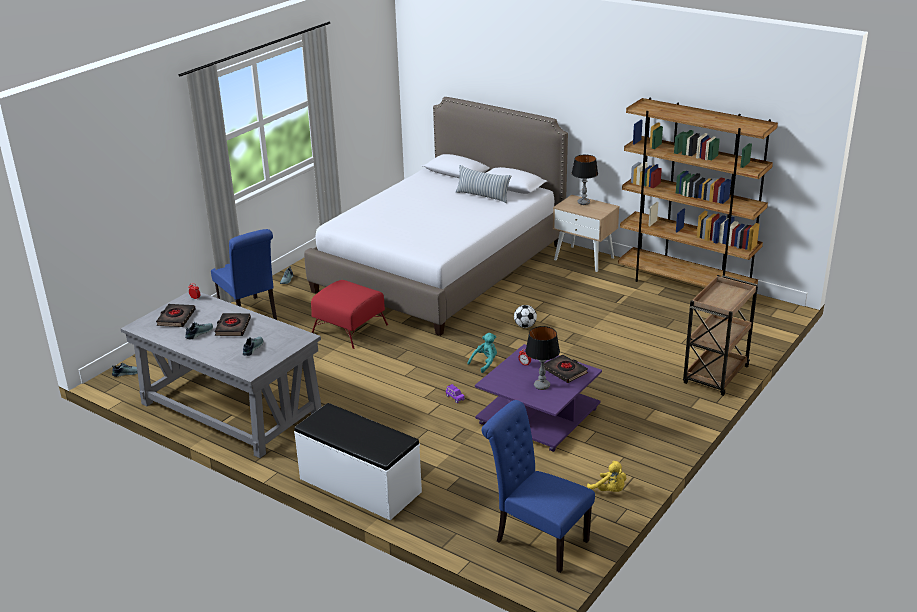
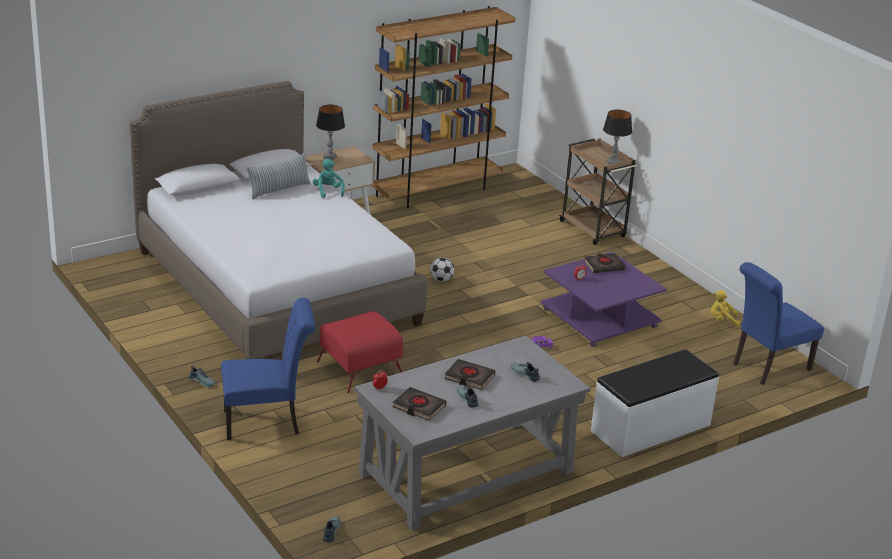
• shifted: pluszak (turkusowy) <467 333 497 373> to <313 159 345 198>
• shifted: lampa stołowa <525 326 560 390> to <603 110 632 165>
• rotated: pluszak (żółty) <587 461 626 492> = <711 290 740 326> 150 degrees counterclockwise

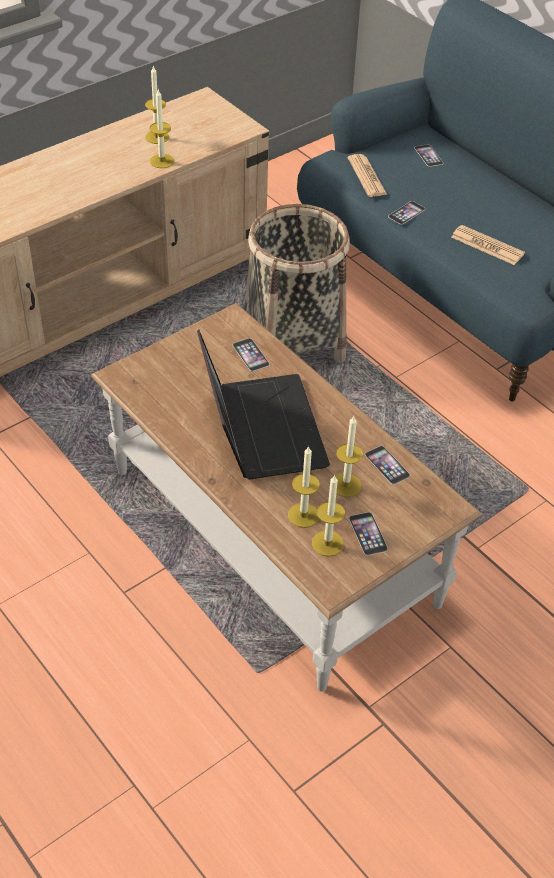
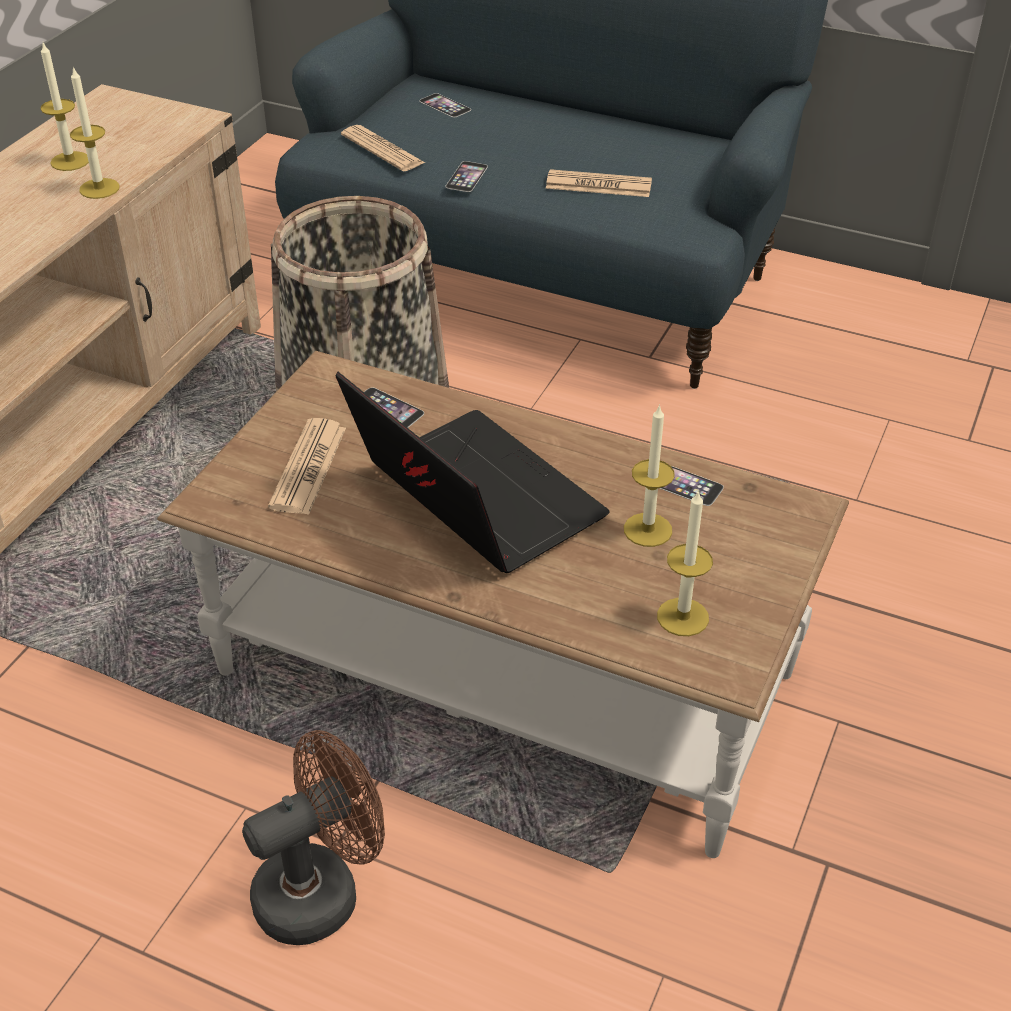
• gone: świeca <288 446 320 528>
• gone: telefon <349 512 388 556>
• new: wentylator (brązowy) <242 730 385 945>
• new: gazeta <268 418 346 515>

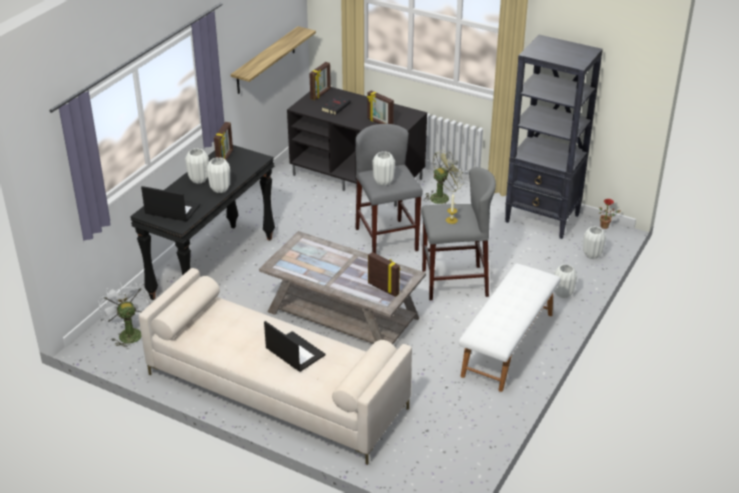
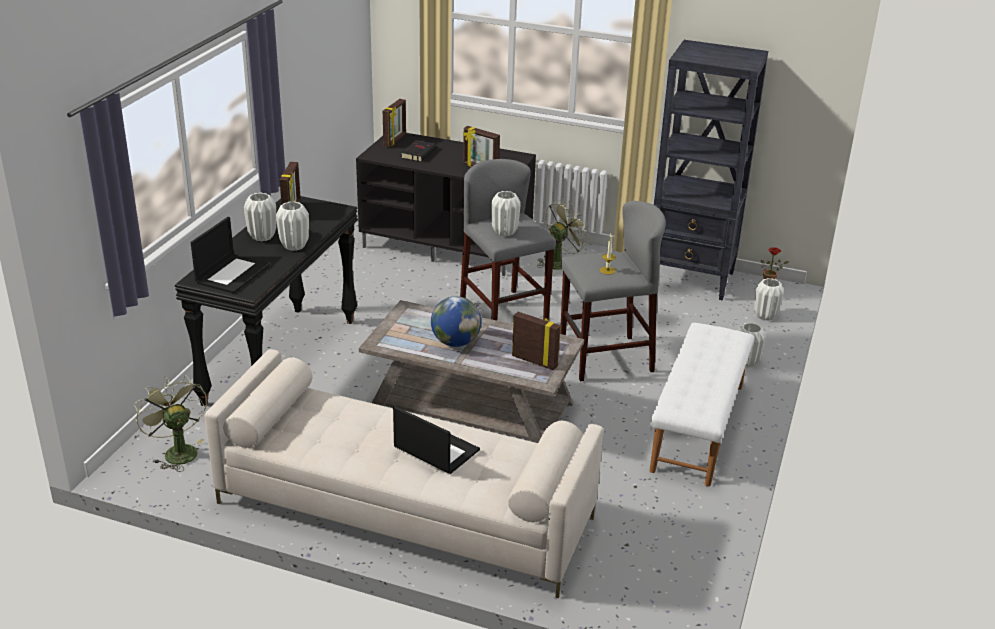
• gone: półka <231 26 316 94>
• new: globus <431 296 481 347>
• repainted: wentylator (biały) <98 282 150 349> to wentylator (zielony) <134 375 207 472>
• rotated: laptop <141 186 200 222> = <191 217 270 294> 105 degrees clockwise

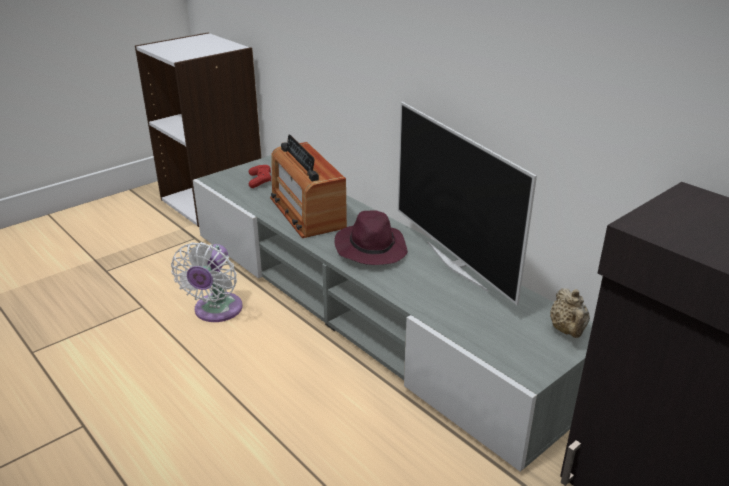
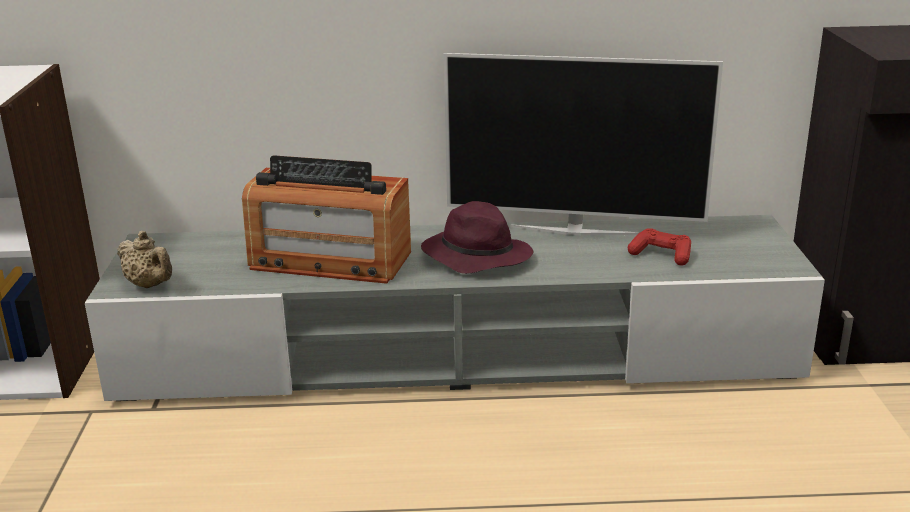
• gone: wentylator (biały) <171 242 242 322>
• shifted: pad do gier (czerwony) <249 165 271 188> to <628 228 691 266>
• shifted: imbryk (beżowy) <550 288 590 338> to <117 231 172 288>

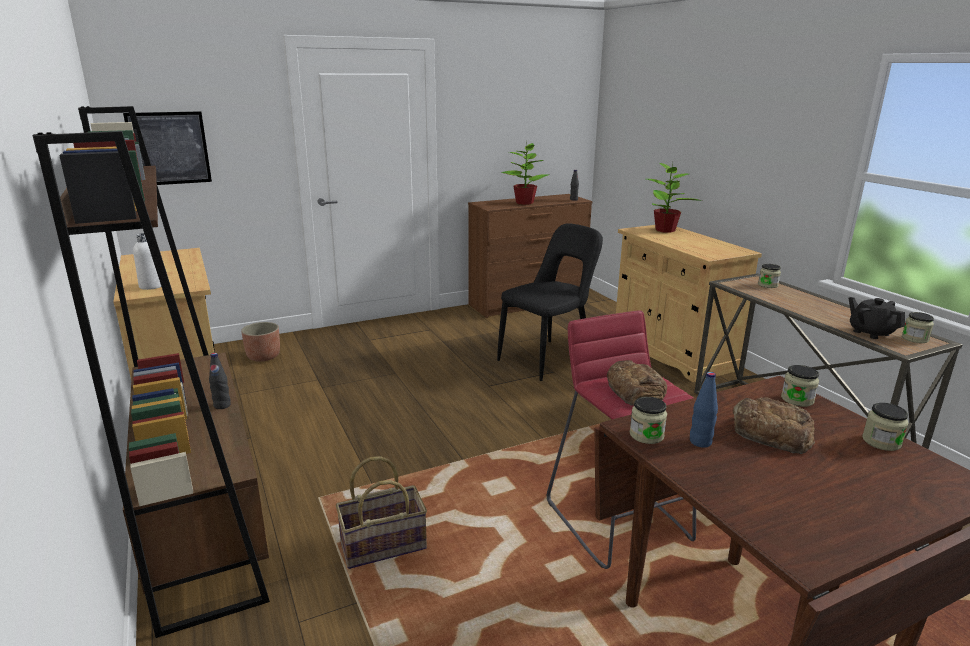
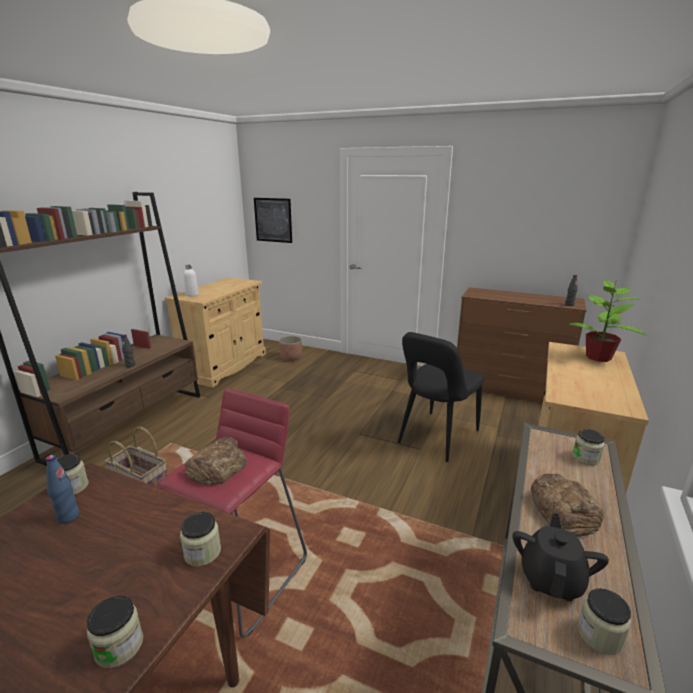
• gone: roślina doniczkowa <501 143 549 205>
• shifted: chleb <733 397 815 454> to <531 474 604 537>
• rotated: krzesło (czarny) <497 223 603 381> = <398 332 485 462> 120 degrees clockwise

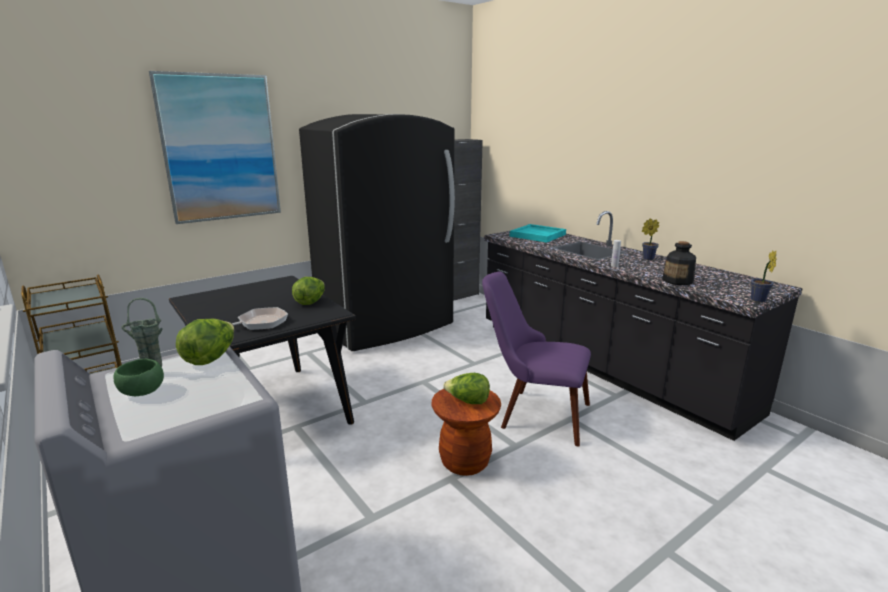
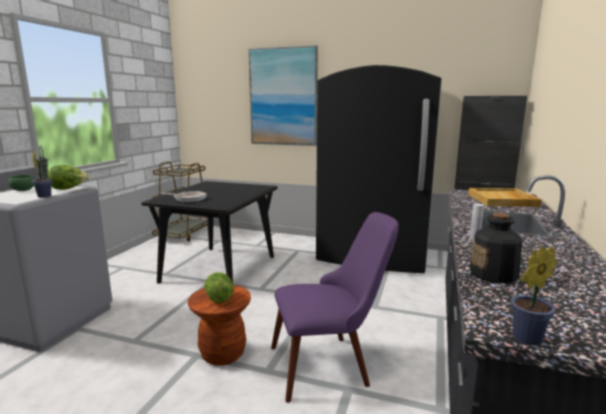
• gone: sałata <292 277 325 305>
• shifted: roślina doniczkowa <642 218 659 260> to <32 152 52 198>
• repainted: taca (turkusowy) <510 224 566 242> to taca (beżowy) <468 188 542 207>
• rotated: krzesło (fioletowy) <482 272 591 446> = <271 212 399 403> 90 degrees clockwise

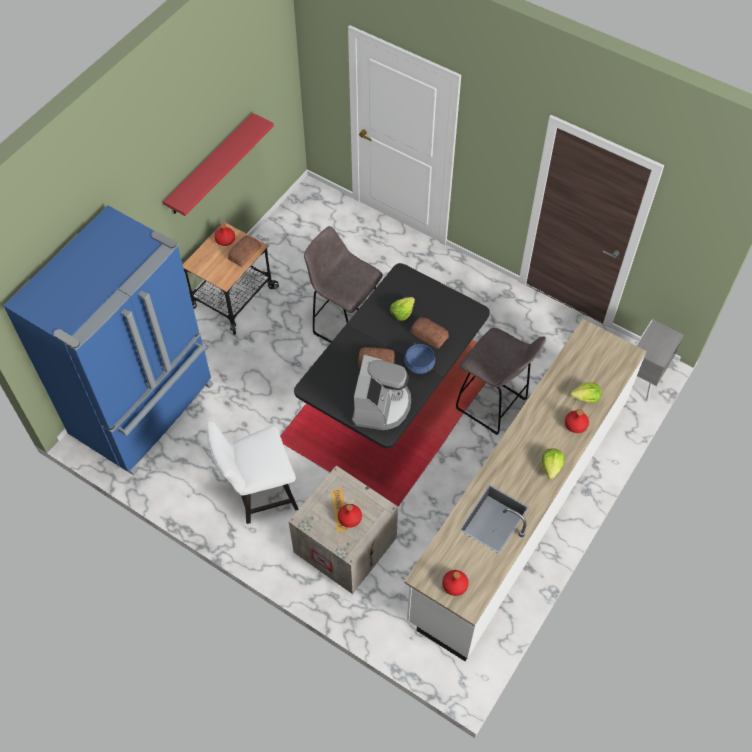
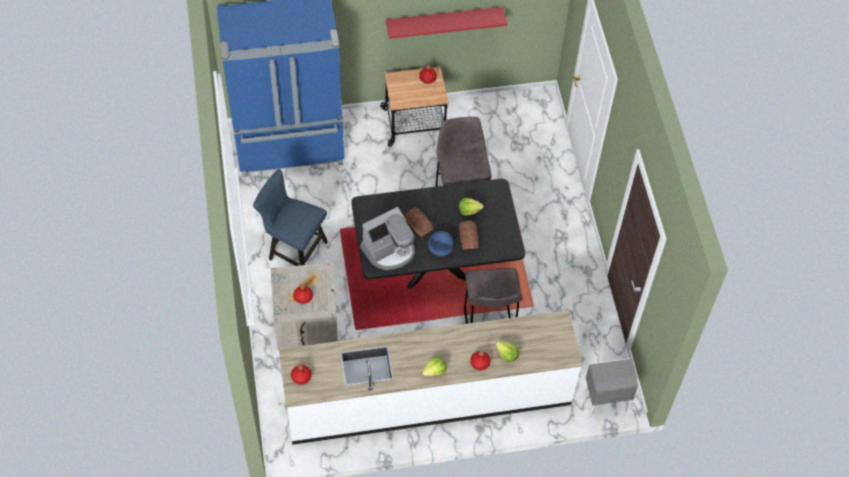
• gone: chleb <228 235 261 267>
• repainted: krzesło (biały) <206 421 299 524> to krzesło (niebieski) <253 169 328 266>

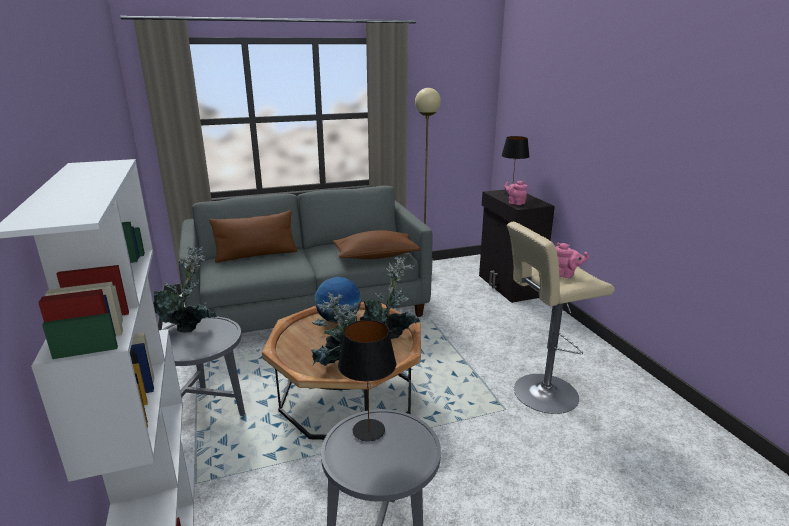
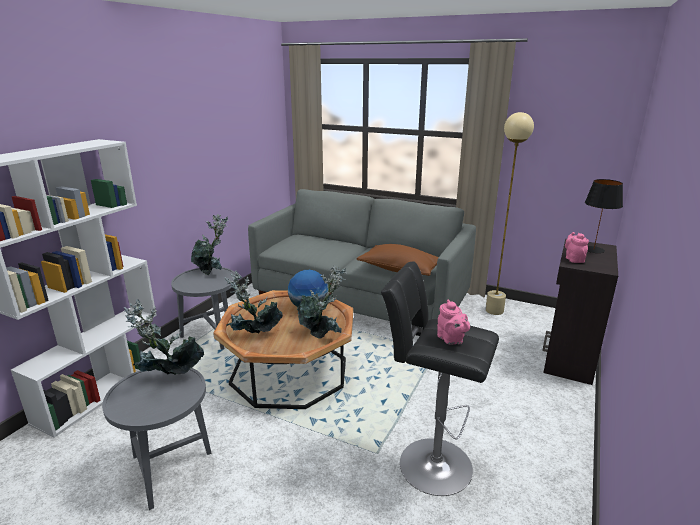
• gone: poduszka (brązowy) <209 210 297 263>
• swapped: lampa stołowa (czarny) <338 320 396 441> to roślina doniczkowa <124 299 204 375>
• repainted: stołek (beżowy) <507 222 615 414> to stołek (czarny) <381 262 499 496>

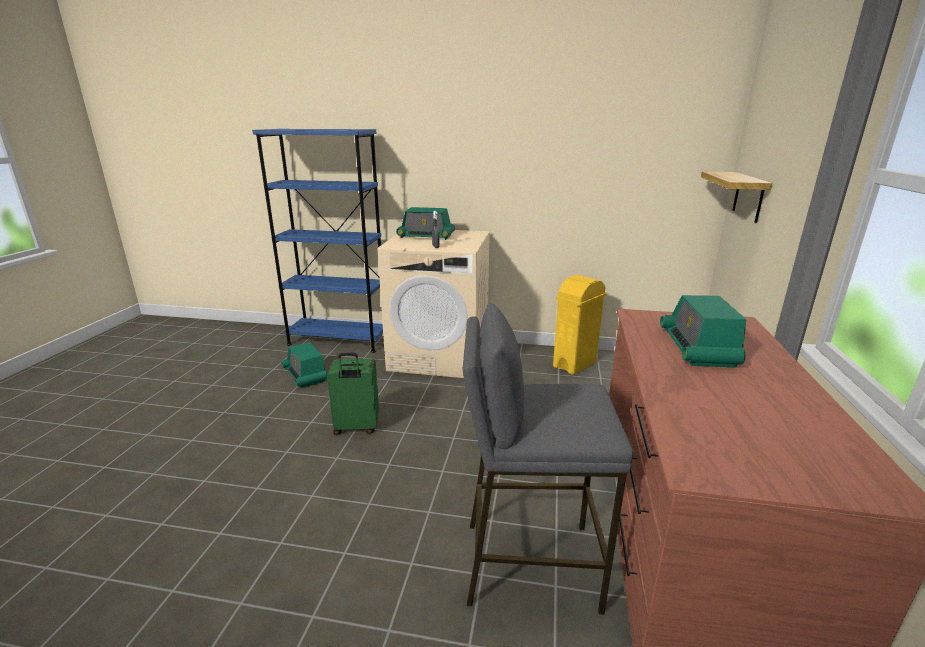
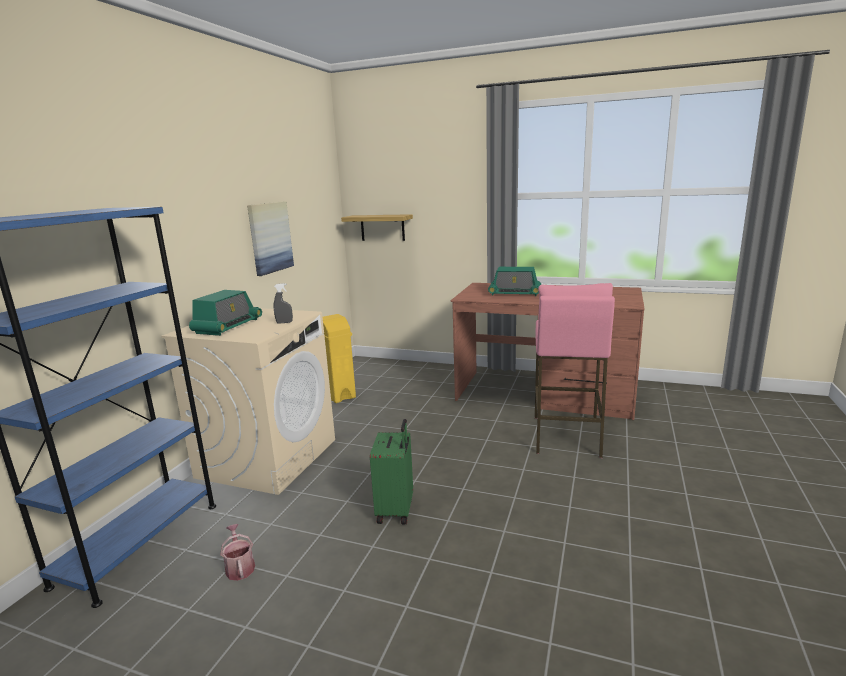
• new: obraz <247 201 294 276>
• swapped: radio <281 342 327 388> to konewka <220 524 255 581>
• repainted: stołek (szary) <463 303 634 615> to stołek (różowy) <535 283 615 458>

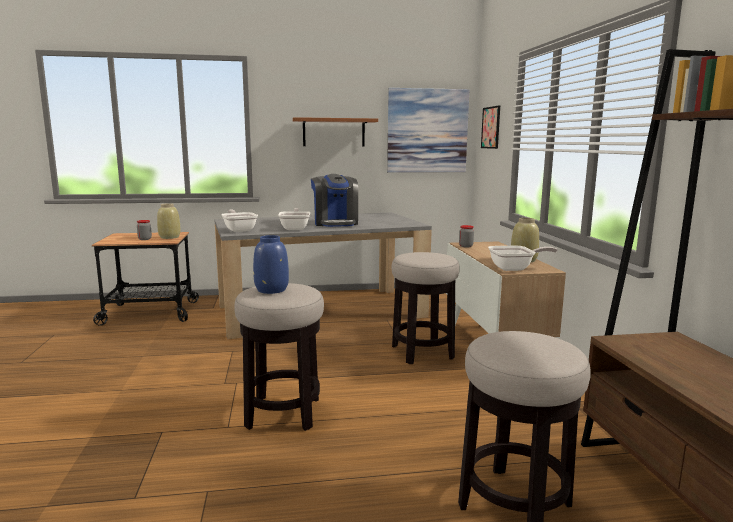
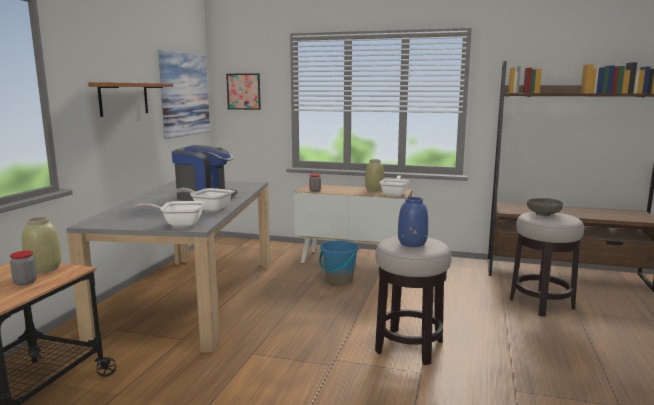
• new: miska (szary) <527 198 563 216>
• swapped: stołek <392 252 460 364> to wiadro (niebieski) <319 240 359 285>

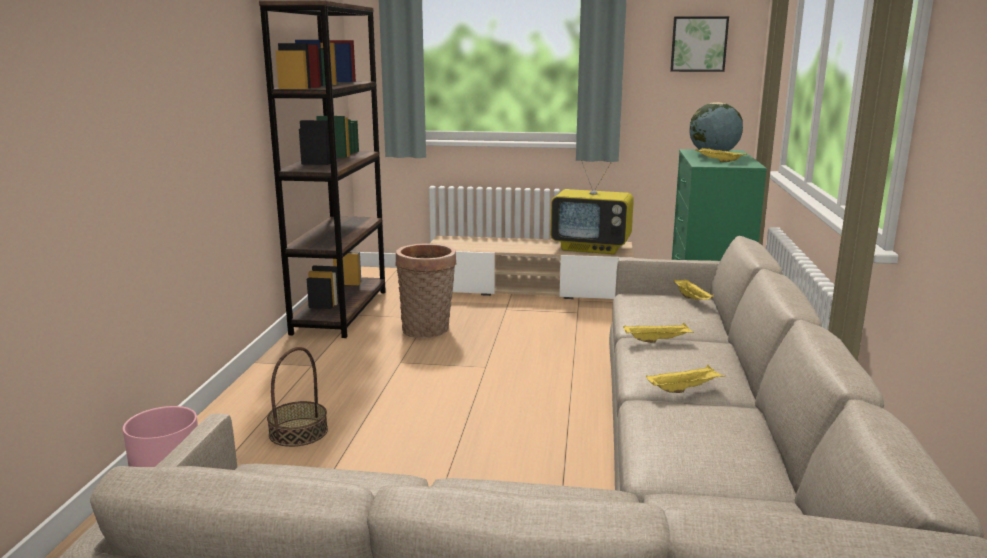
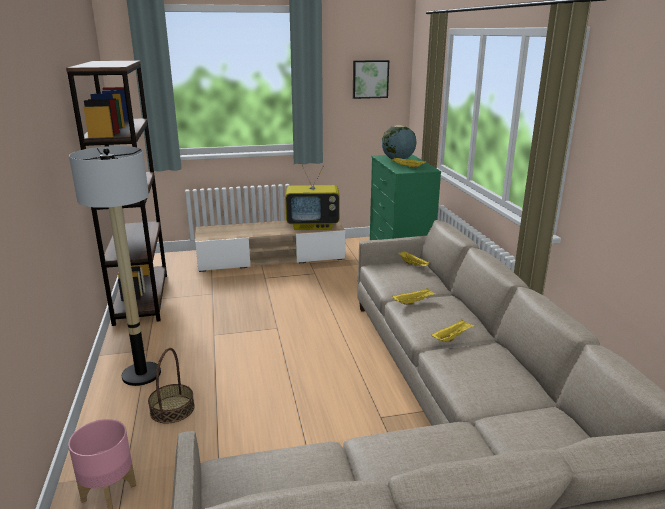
• gone: koszyk <395 243 457 338>
• new: lampa stojąca <69 146 161 386>

